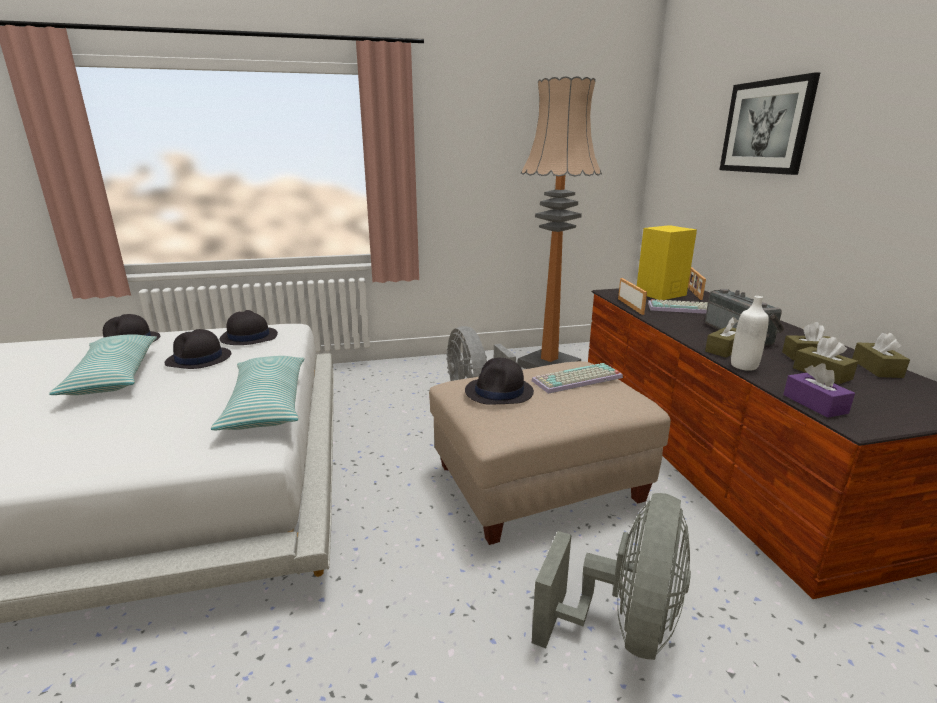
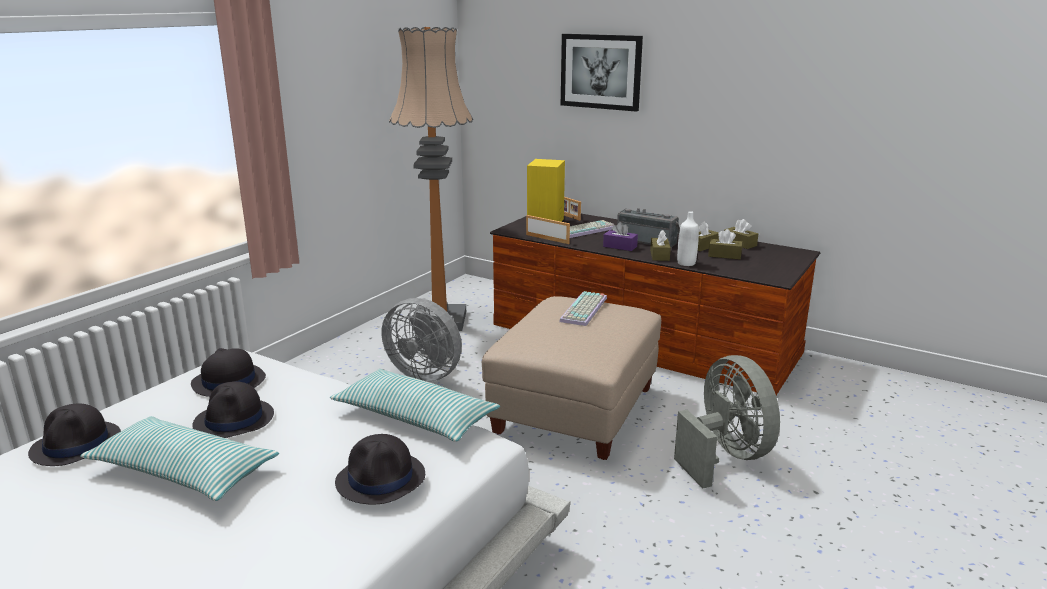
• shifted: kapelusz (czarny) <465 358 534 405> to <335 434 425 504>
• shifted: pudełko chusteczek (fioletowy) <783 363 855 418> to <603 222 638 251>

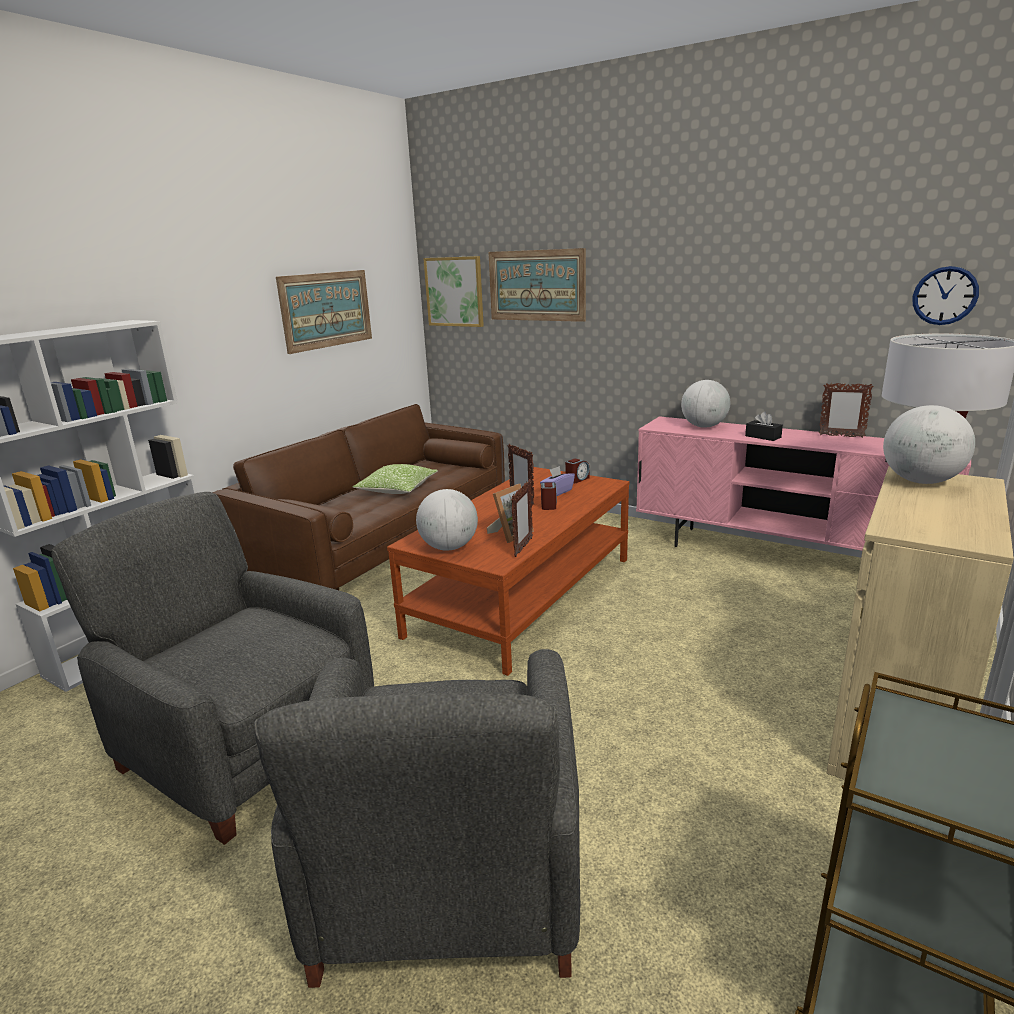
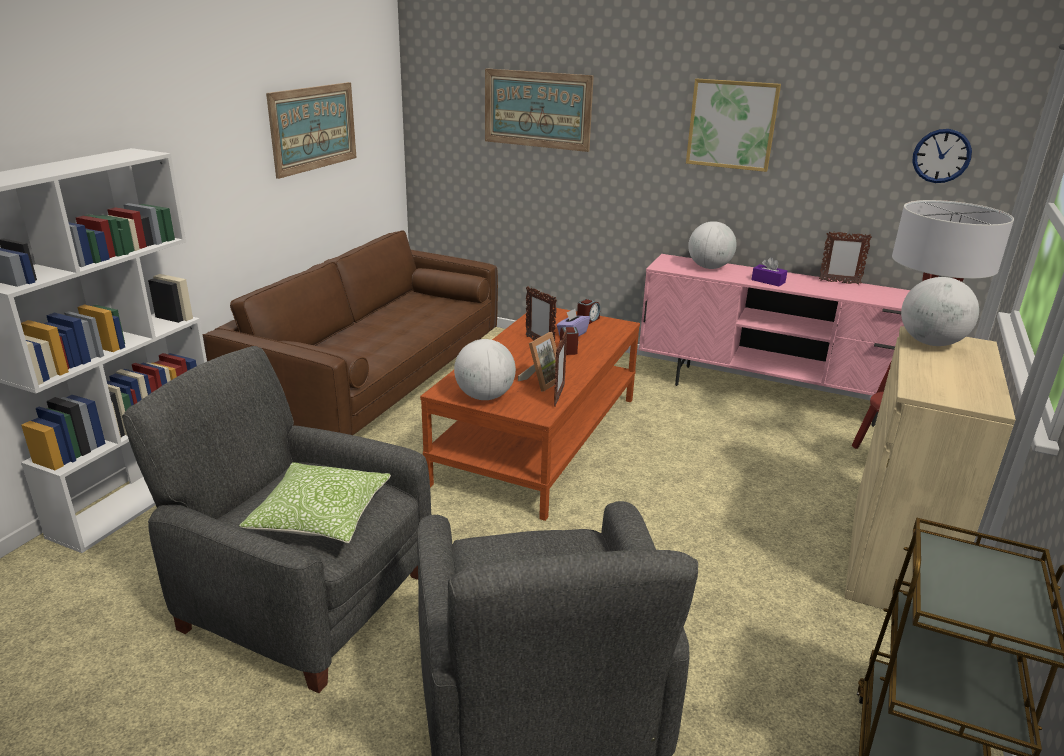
• shifted: poduszka <352 464 438 494> to <239 462 391 543>
• shifted: obraz <423 256 484 327> to <686 79 781 172>
• repainted: pudełko chusteczek (czarny) <745 412 783 441> to pudełko chusteczek (fioletowy) <751 257 787 286>

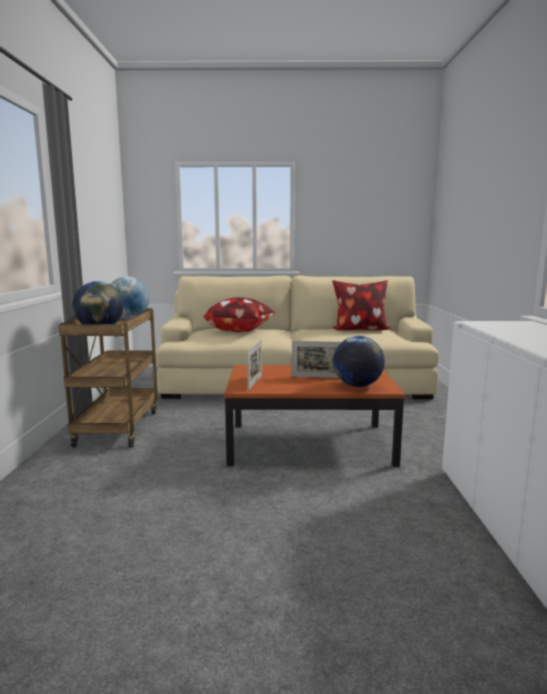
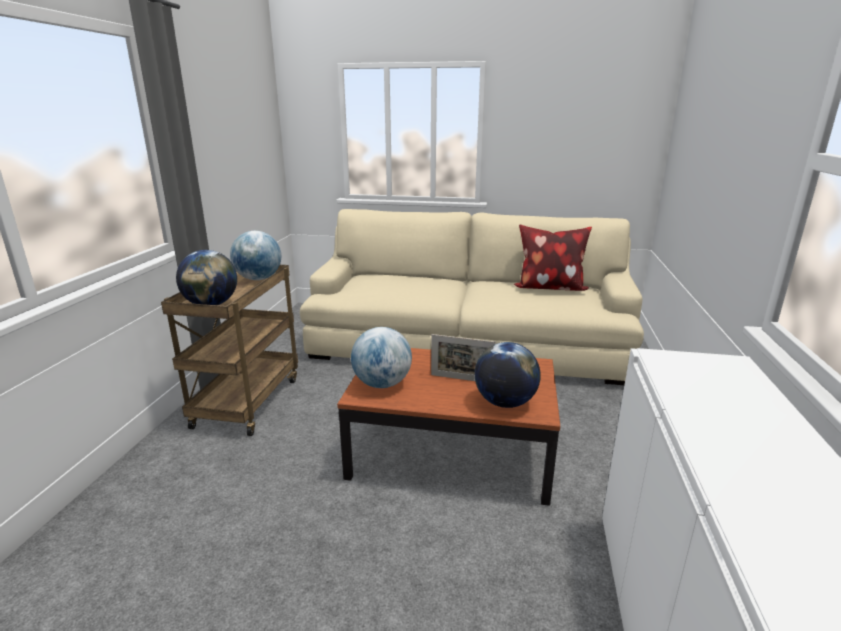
• gone: poduszka <203 297 275 332>
• swapped: ramka na zdjęcie <247 340 262 390> to globus <351 327 412 388>

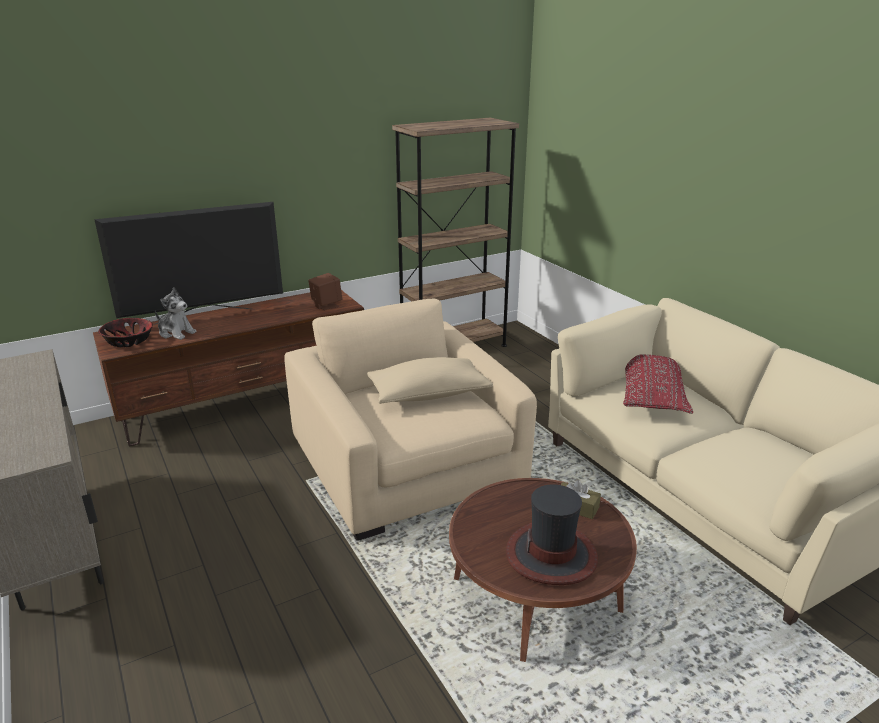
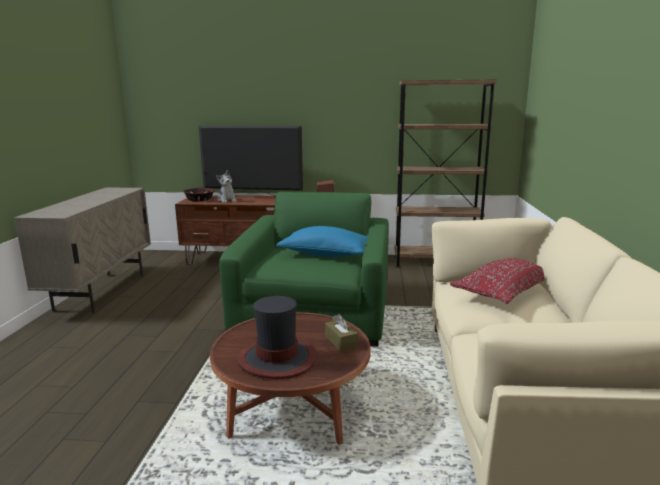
• repainted: fotel (beżowy) <284 299 537 541> to fotel (zielony) <219 192 389 347>
• repainted: poduszka (beżowy) <367 357 493 404> to poduszka (niebieski) <276 226 368 257>

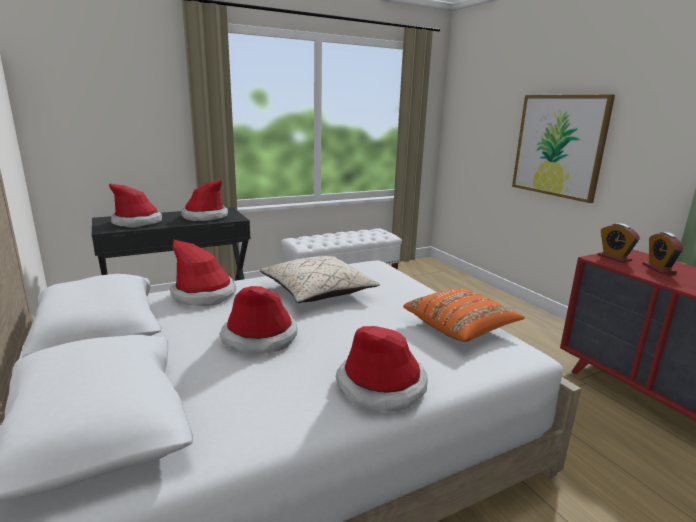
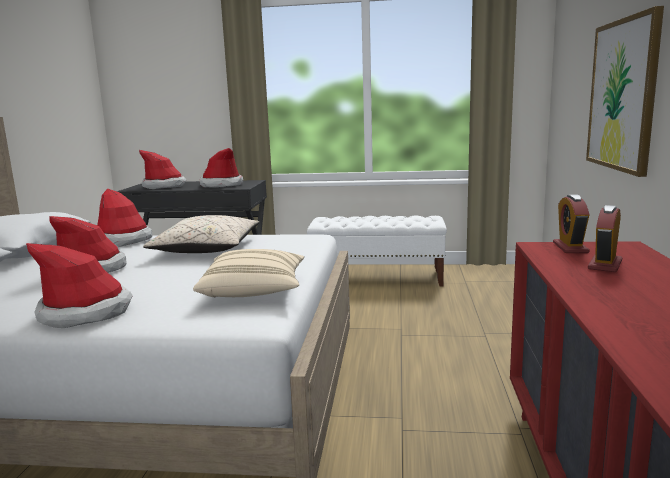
• repainted: poduszka (pomarańczowy) <403 288 525 342> to poduszka (beżowy) <193 249 304 297>

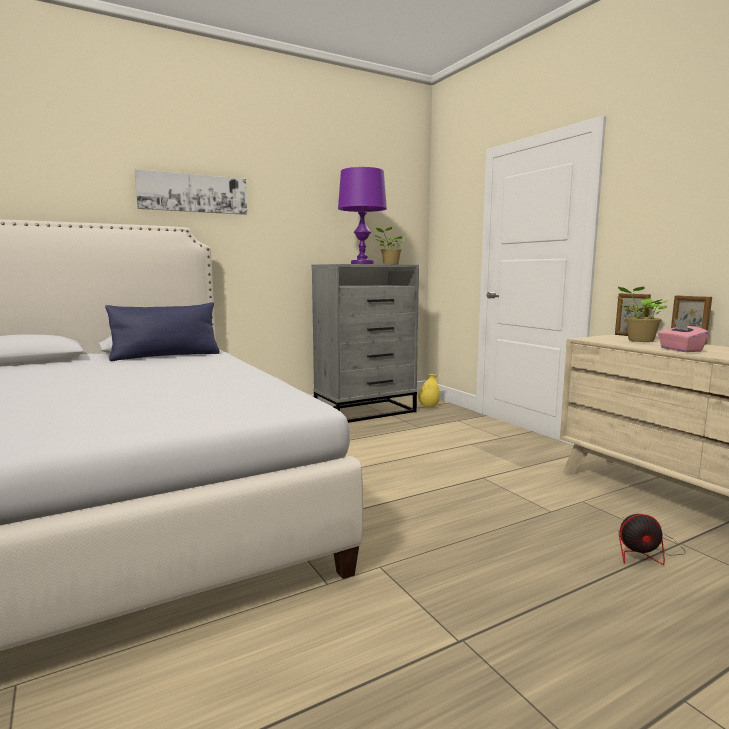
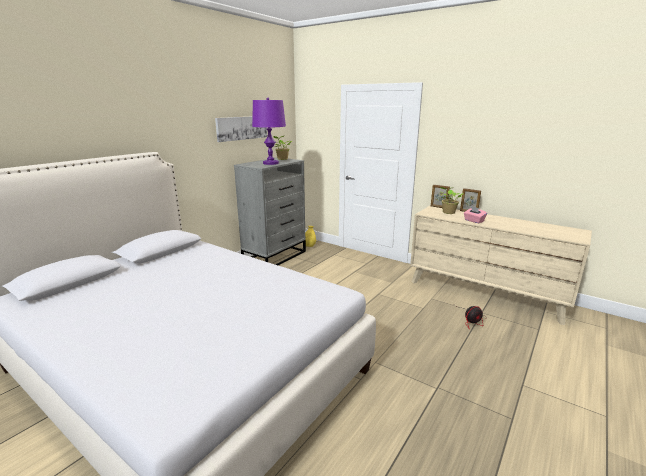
• gone: poduszka (niebieski) <105 302 220 361>
• shifted: obraz <135 169 247 215> to <215 116 267 142>

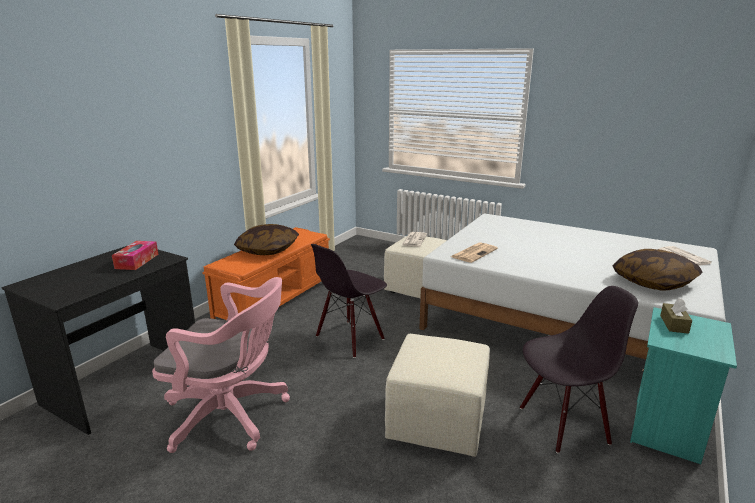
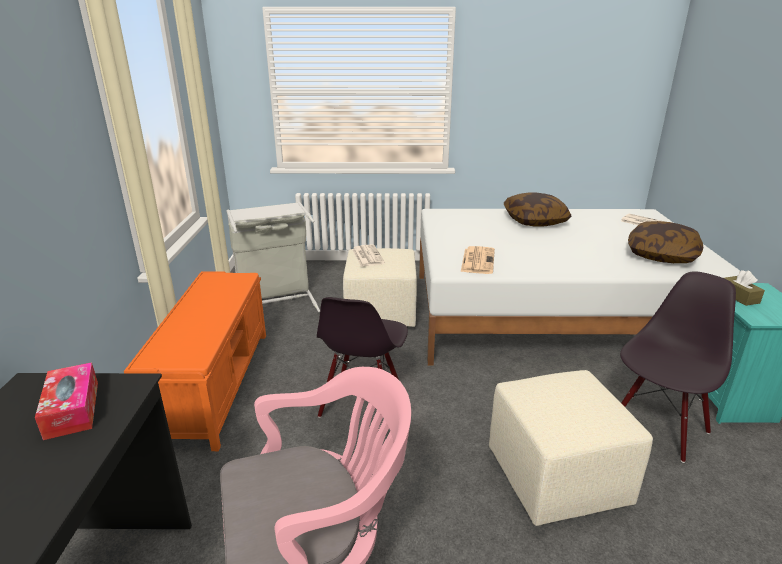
• new: kosz na pranie (szary) <227 202 320 312>
• shifted: poduszka <234 224 299 255> to <504 192 572 227>

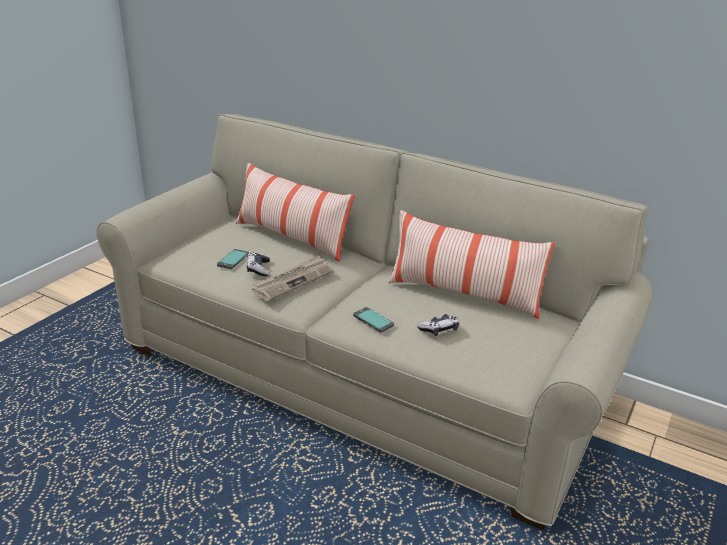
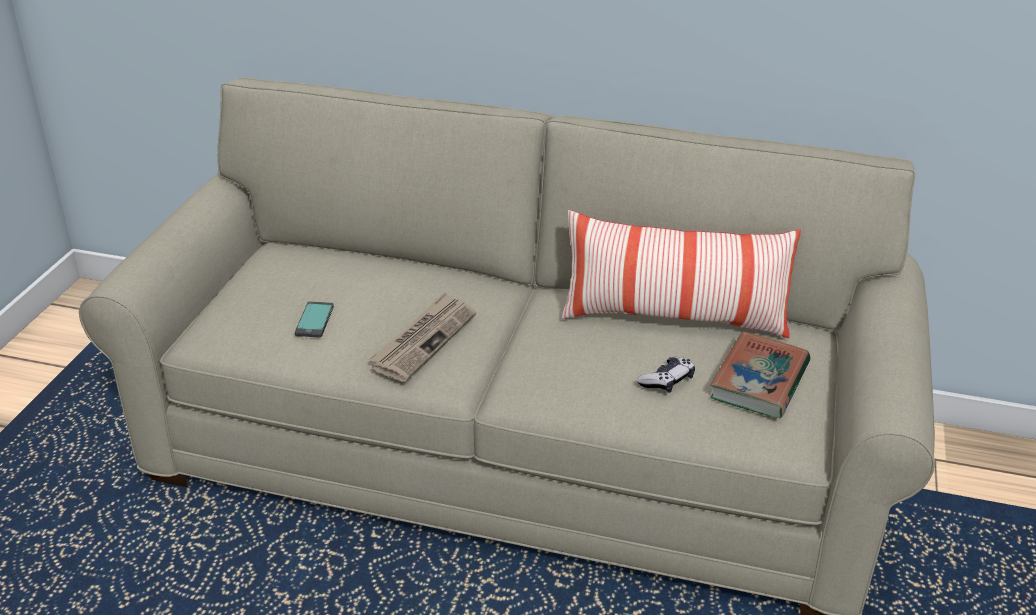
• gone: poduszka <236 163 355 262>
• gone: pad do gier <247 252 270 276>
• gone: telefon <353 307 394 332>
• new: książka <710 331 810 418>

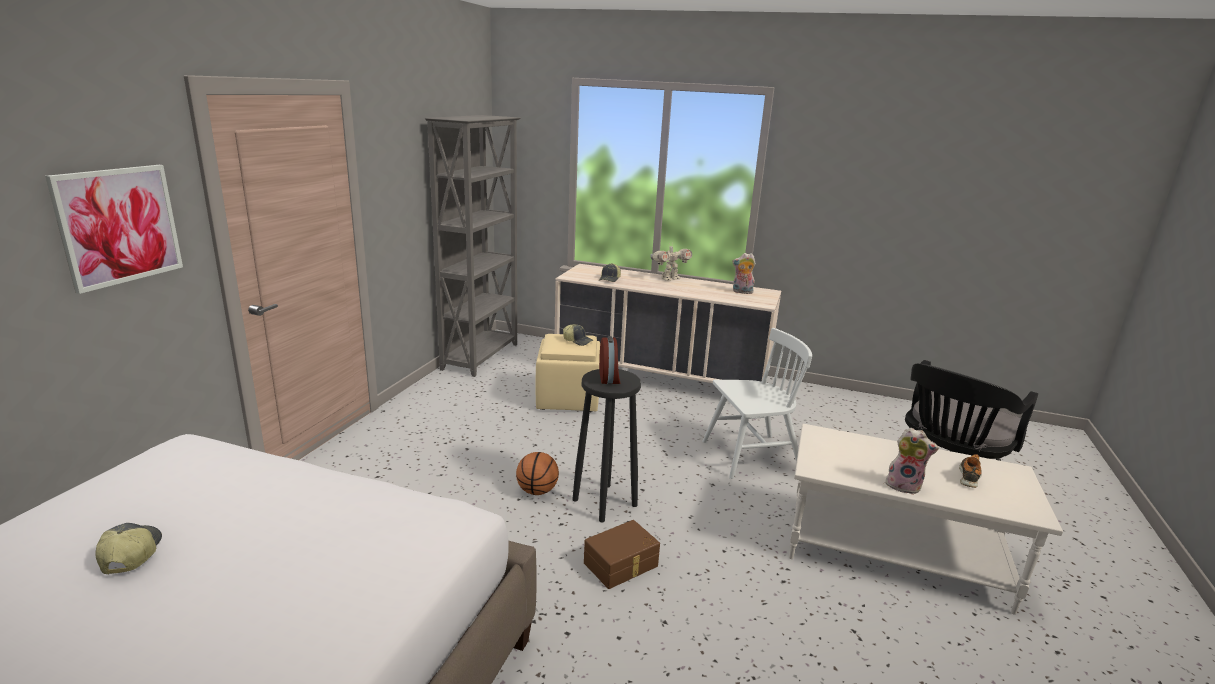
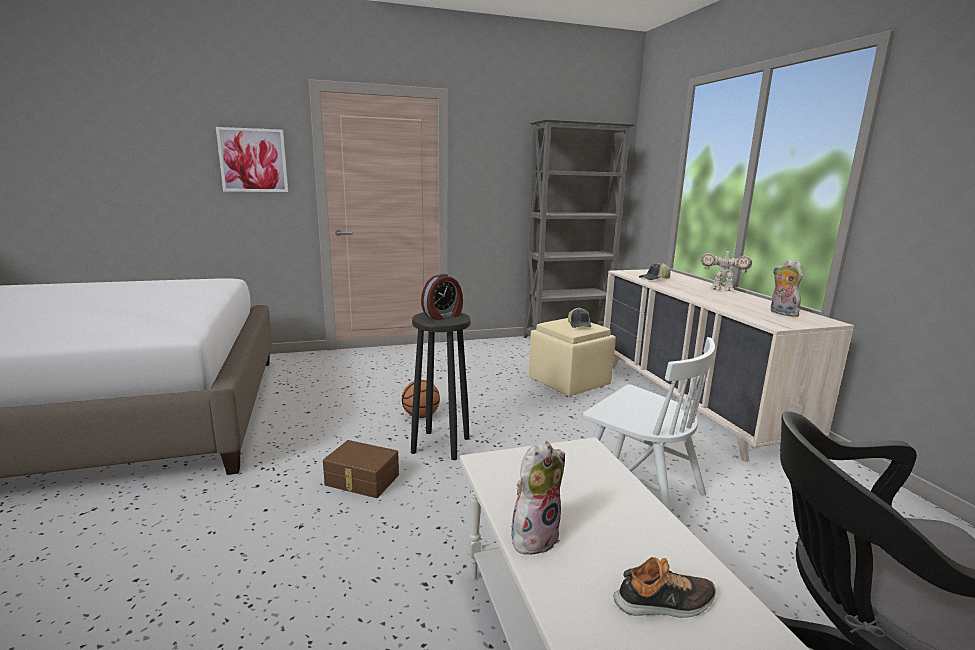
• gone: czapka z daszkiem <95 523 162 574>
• rotated: pluszak <885 428 939 495> = <511 441 565 555> 120 degrees counterclockwise

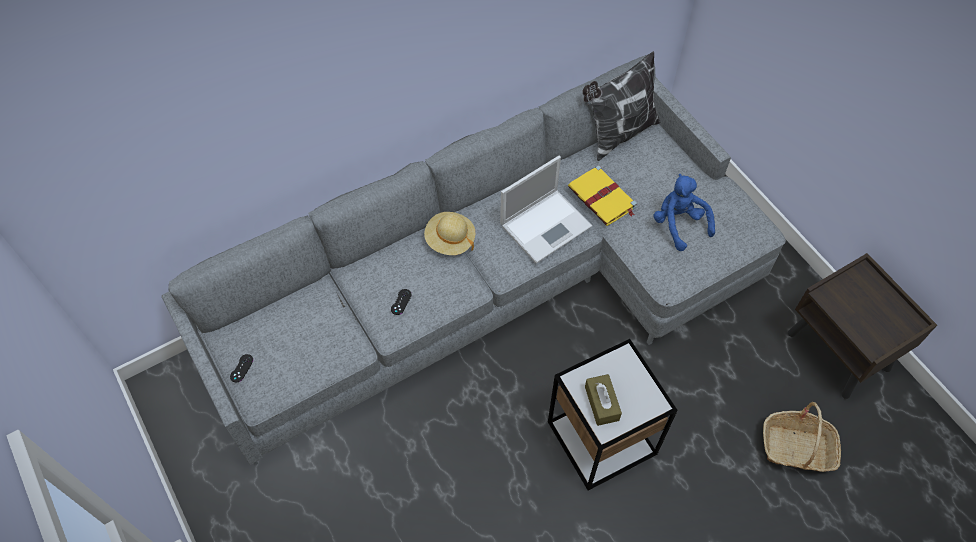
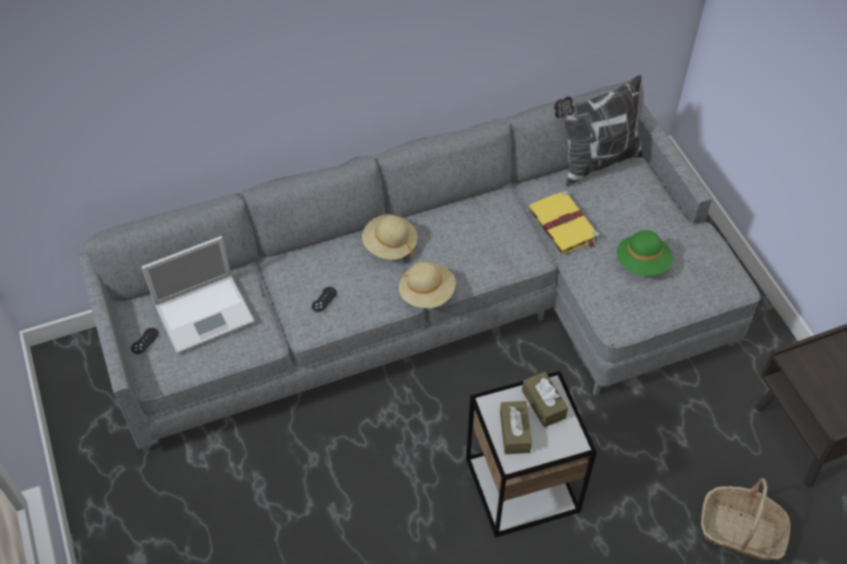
• new: kapelusz (beżowy) <399 262 456 308>
• new: pudełko chusteczek (brązowy) <522 371 568 427>
• shifted: laptop <500 156 592 263> to <142 236 255 354>
• swapped: pluszak (niebieski) <653 174 715 251> to kapelusz (zielony) <617 230 673 276>

